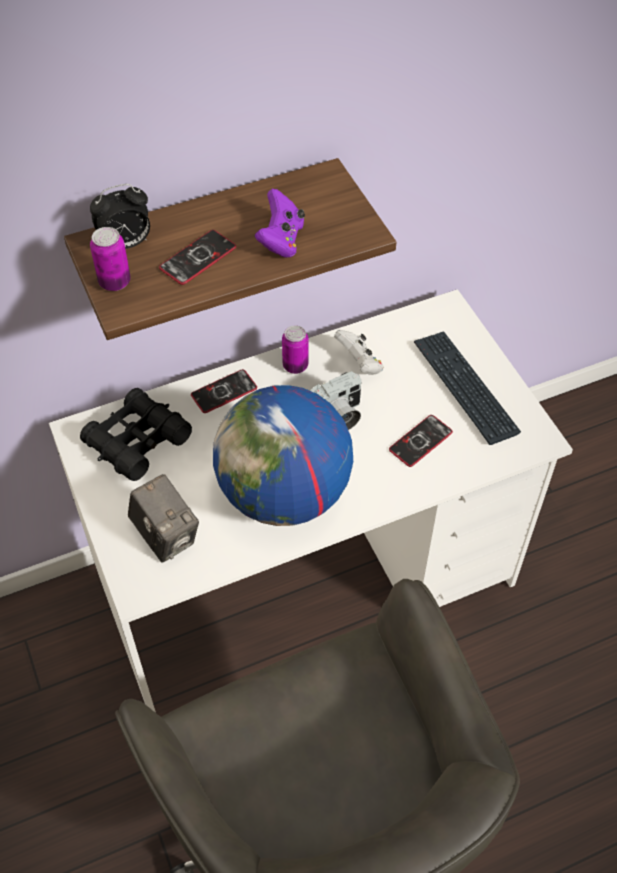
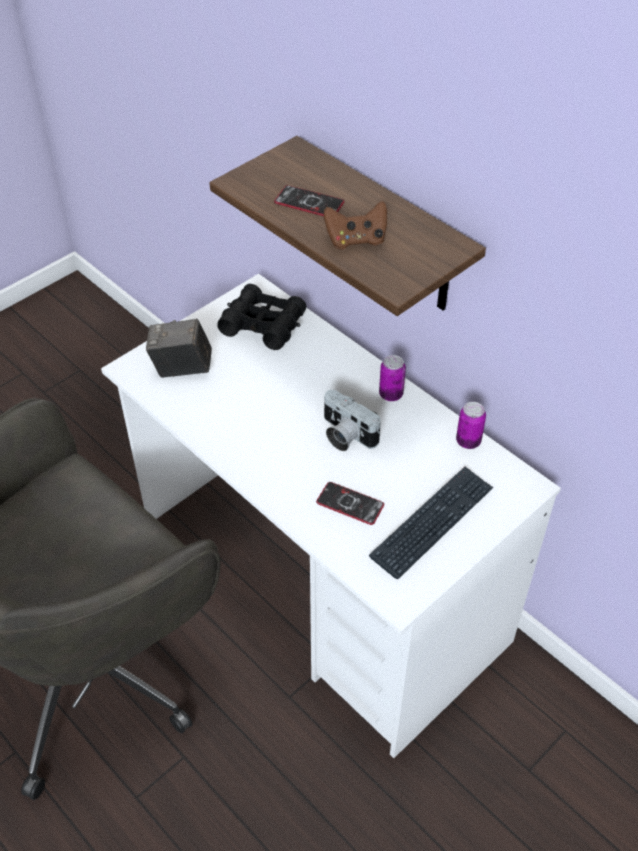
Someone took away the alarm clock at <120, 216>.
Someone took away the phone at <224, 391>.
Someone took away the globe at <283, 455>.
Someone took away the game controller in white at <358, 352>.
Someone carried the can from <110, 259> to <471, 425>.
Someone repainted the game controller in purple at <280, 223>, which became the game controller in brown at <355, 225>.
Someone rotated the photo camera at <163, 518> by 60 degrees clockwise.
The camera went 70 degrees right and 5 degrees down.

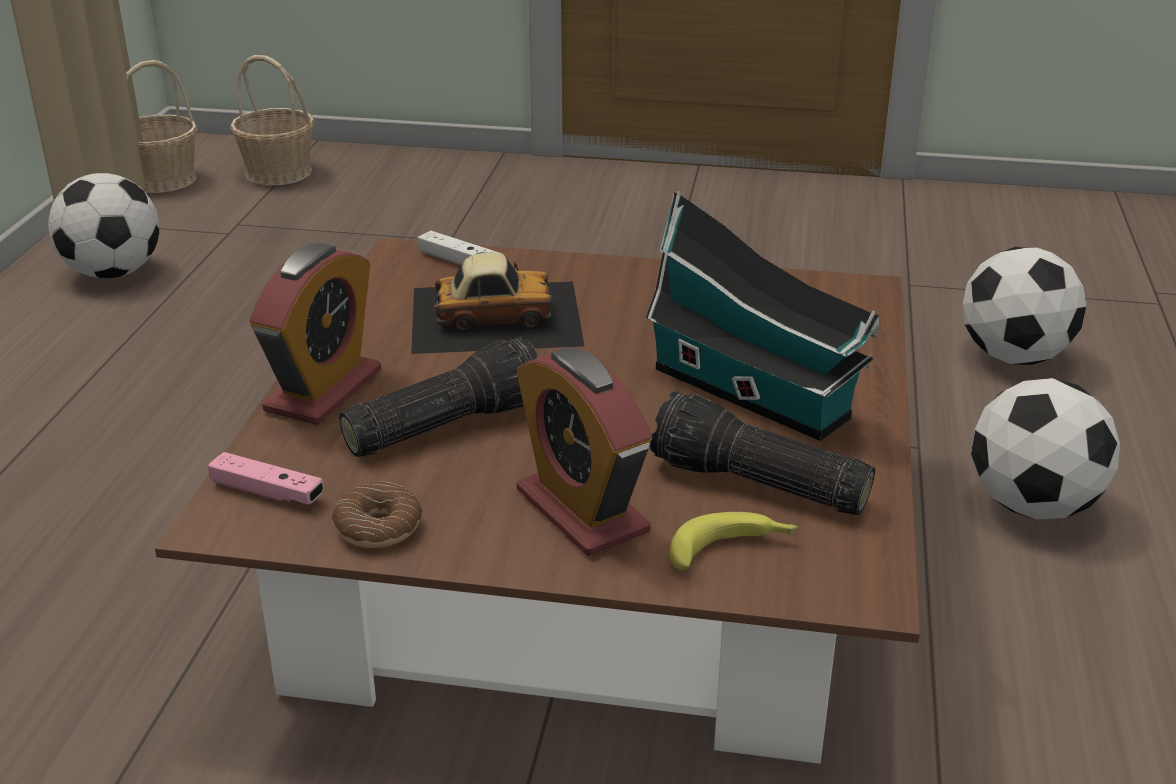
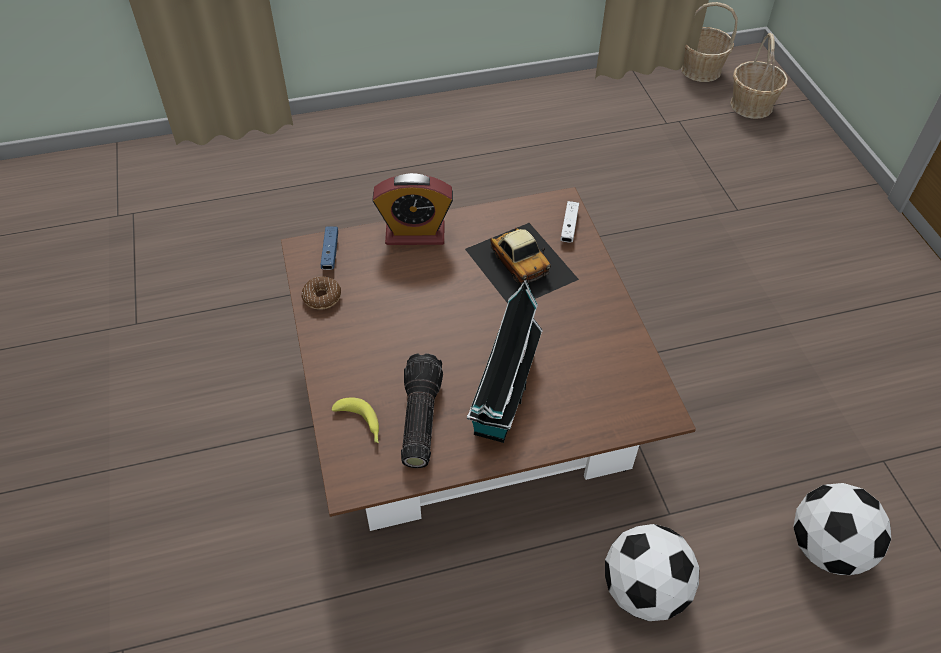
Someone took away the football at <104, 226>.
Someone took away the flashlight at <438, 396>.
Someone took away the alarm clock at <584, 451>.
Someone repainted the game controller in pink at <266, 478>, which became the game controller in blue at <329, 248>.
The camera went 65 degrees right and 20 degrees up.

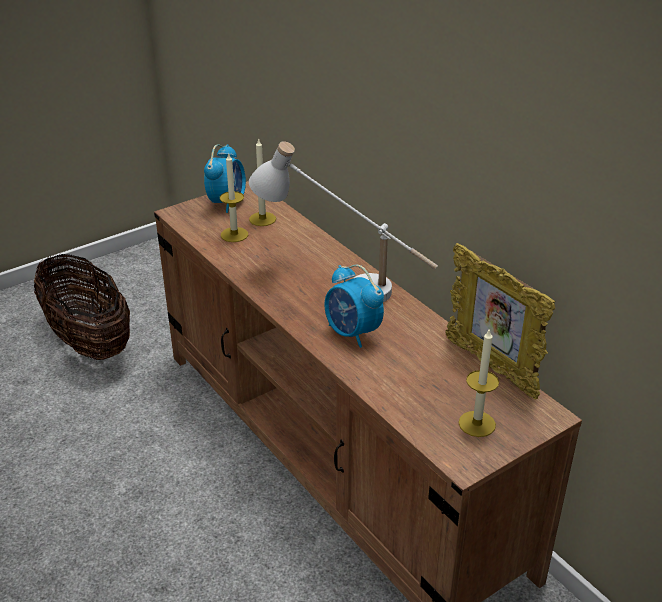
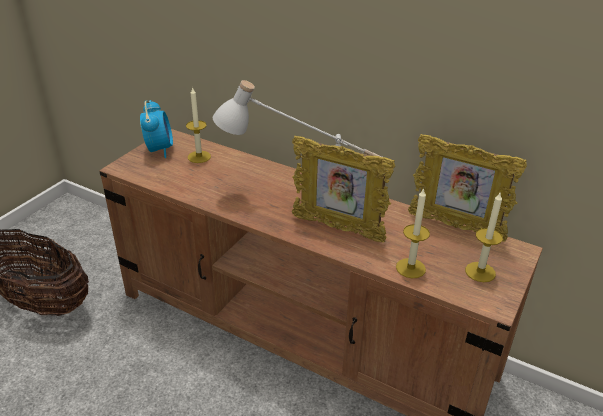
Someone carried the candle from <234, 197> to <413, 233>.
Someone swapped the alarm clock at <354, 306> for the picture frame at <343, 189>.
The camera went 25 degrees left and 0 degrees up.

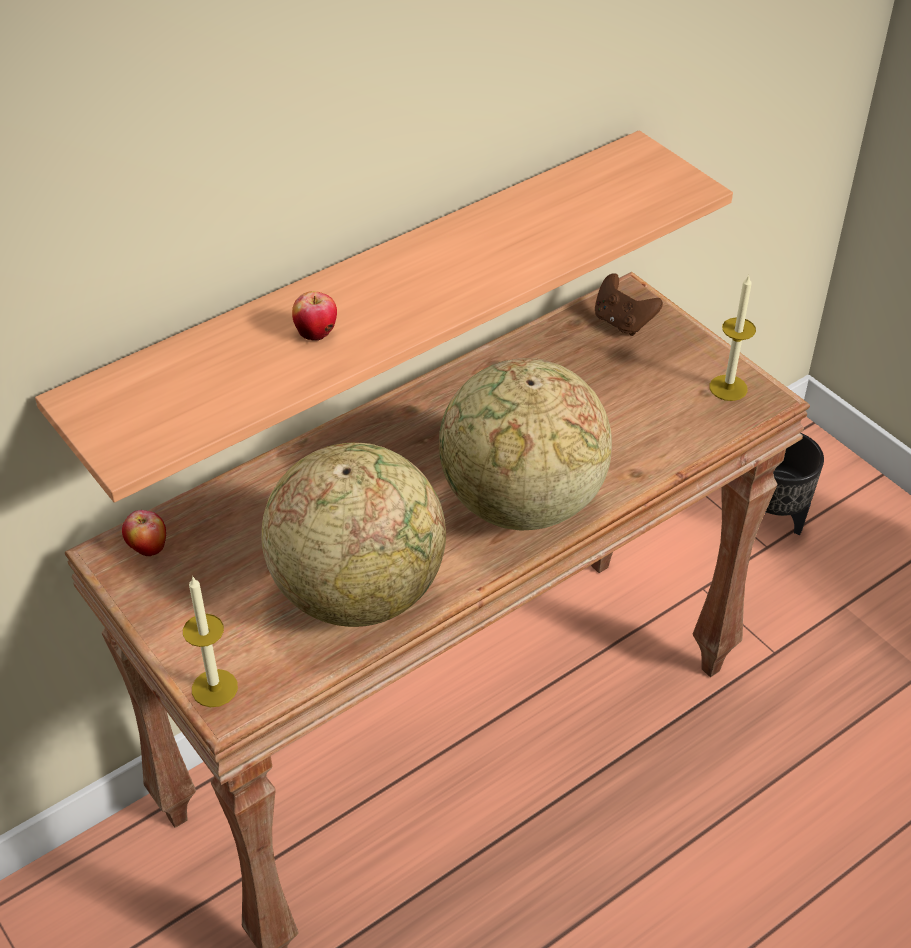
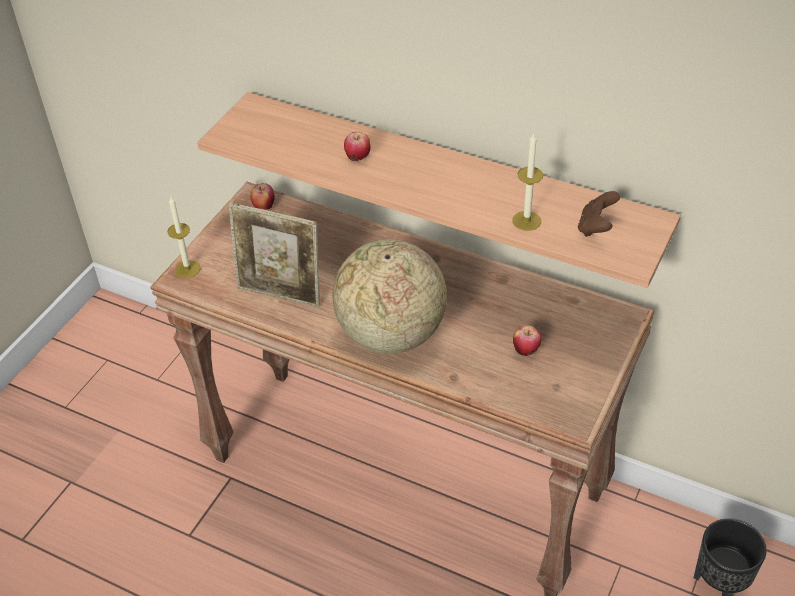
Someone put down the apple at <527, 340>.
Someone carried the game controller in brown from <629, 304> to <599, 214>.
Someone carried the candle from <733, 337> to <527, 182>.
Someone swapped the globe at <354, 534> for the picture frame at <274, 254>.
The camera went 65 degrees right and 0 degrees up.

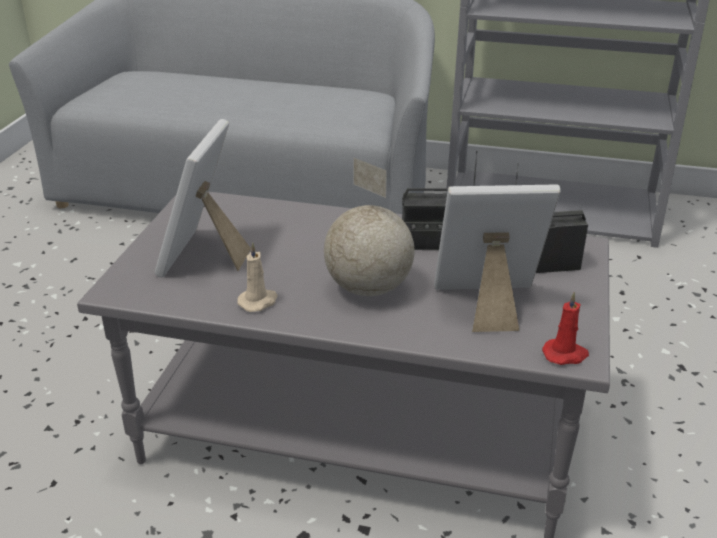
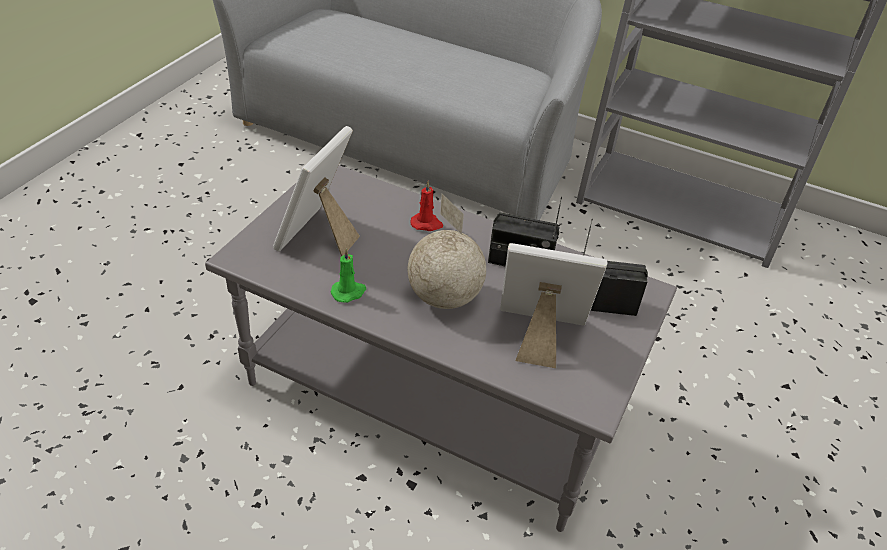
Someone carried the candle in red from <565, 328> to <427, 206>.
Someone repainted the candle in beige at <257, 277>, which became the candle in green at <348, 275>.
The camera went 10 degrees right and 10 degrees up.

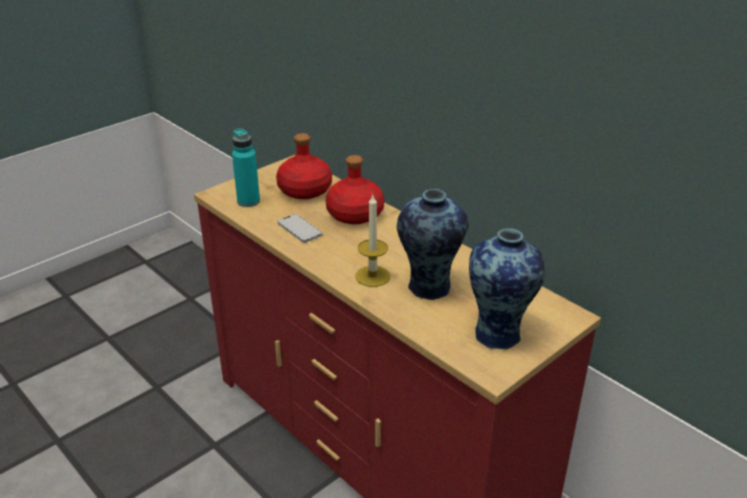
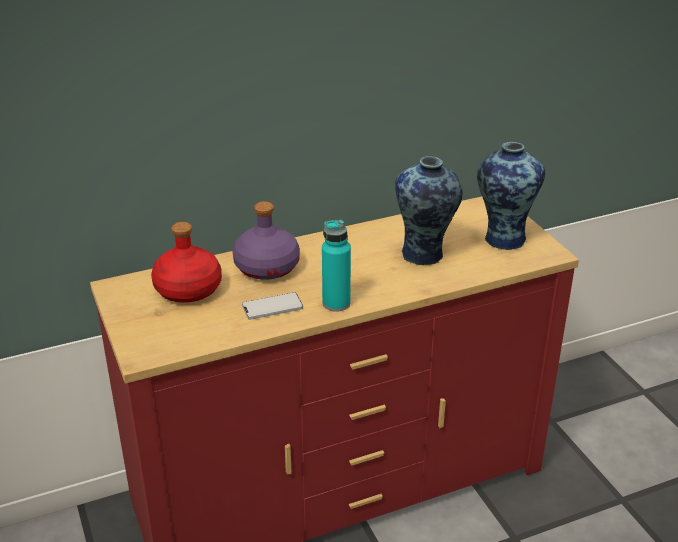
Someone took away the candle at <372, 241>.
Someone carried the bottle in turquoise from <246, 168> to <336, 266>.
Someone repainted the bottle in red at <354, 189>, which became the bottle in purple at <266, 240>.
The camera went 70 degrees left and 0 degrees up.

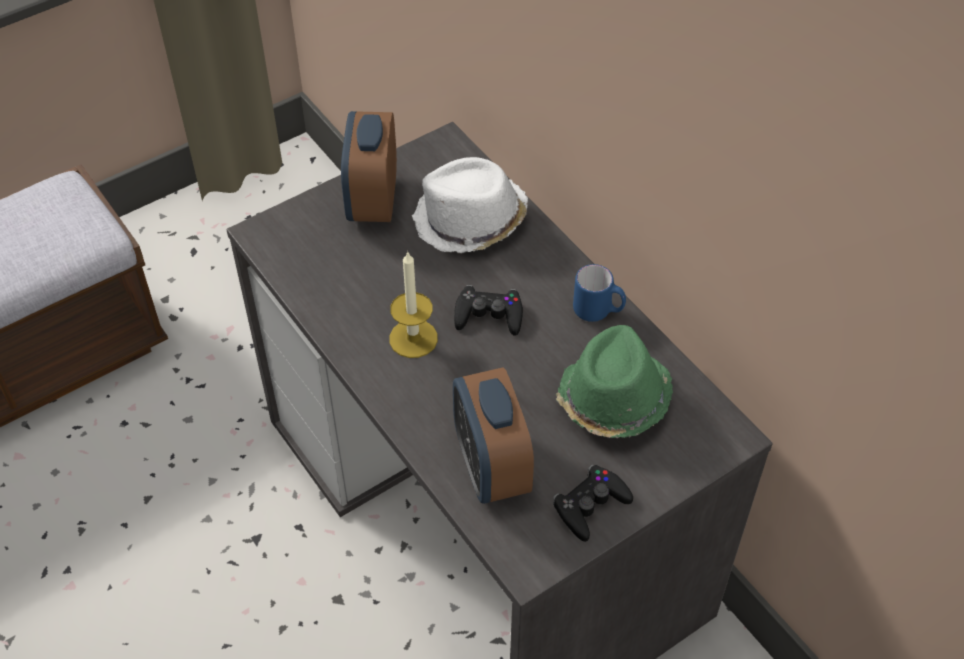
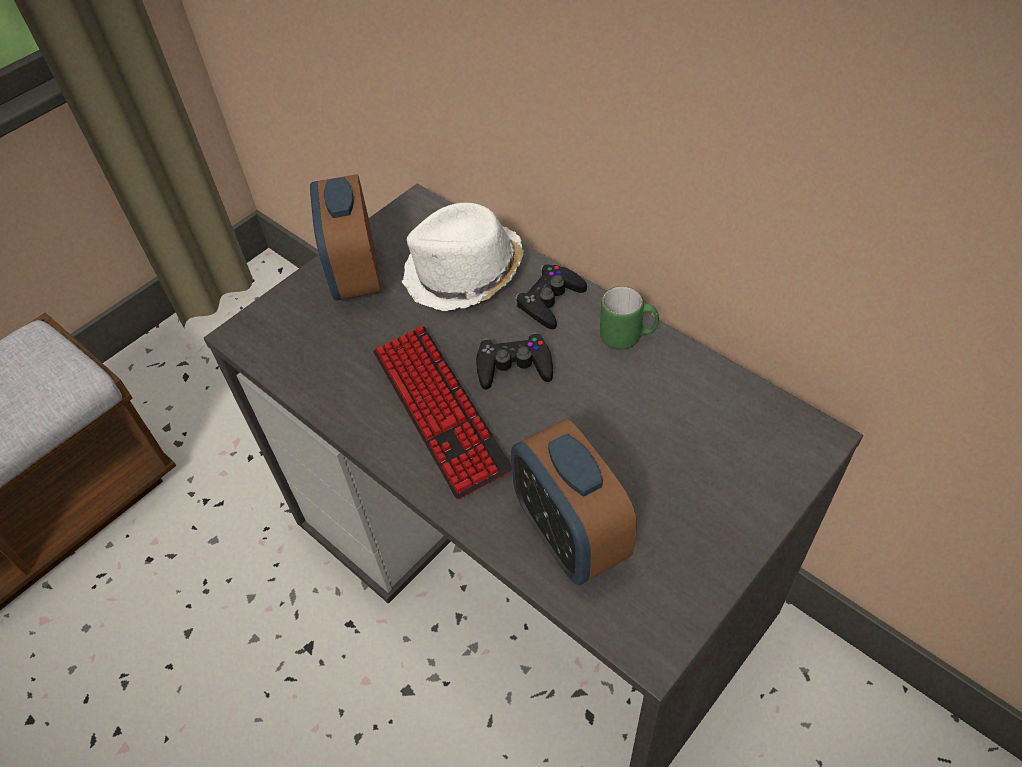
Someone took away the hat in green at <614, 381>.
Someone carried the game controller in black from <593, 503> to <551, 297>.
Someone swapped the candle at <413, 304> for the keyboard at <442, 412>.
Someone repainted the mug in blue at <599, 293>, which became the mug in green at <629, 317>.
The camera went 10 degrees left and 0 degrees up.

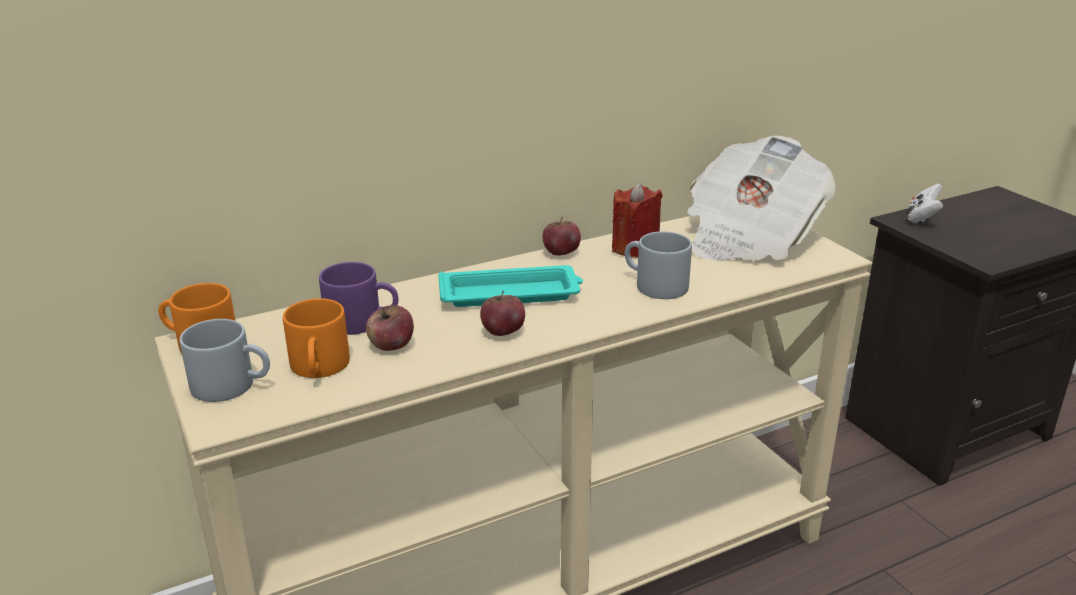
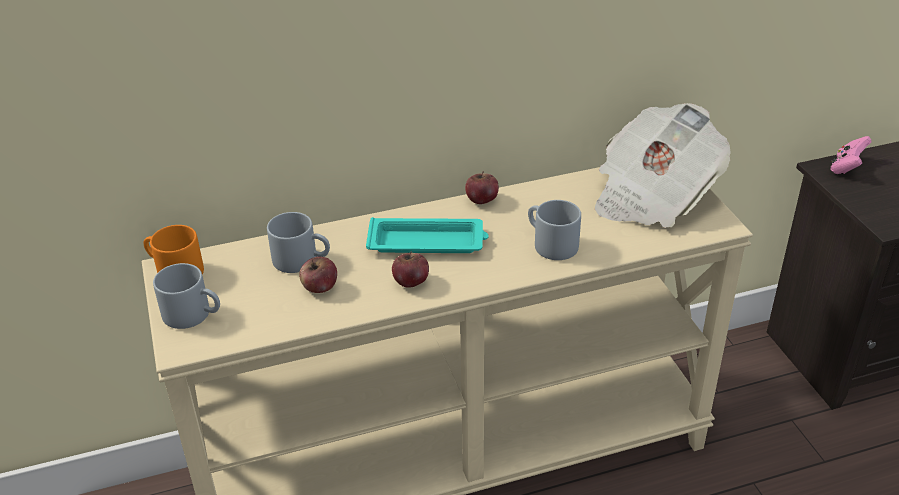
Someone took away the mug in orange at <316, 338>.
Someone took away the candle in red at <637, 220>.
Someone repainted the mug in purple at <358, 298>, which became the mug in grey at <298, 242>.
Someone repainted the game controller in white at <925, 203>, which became the game controller in pink at <850, 155>.
The camera went 10 degrees right and 10 degrees up.

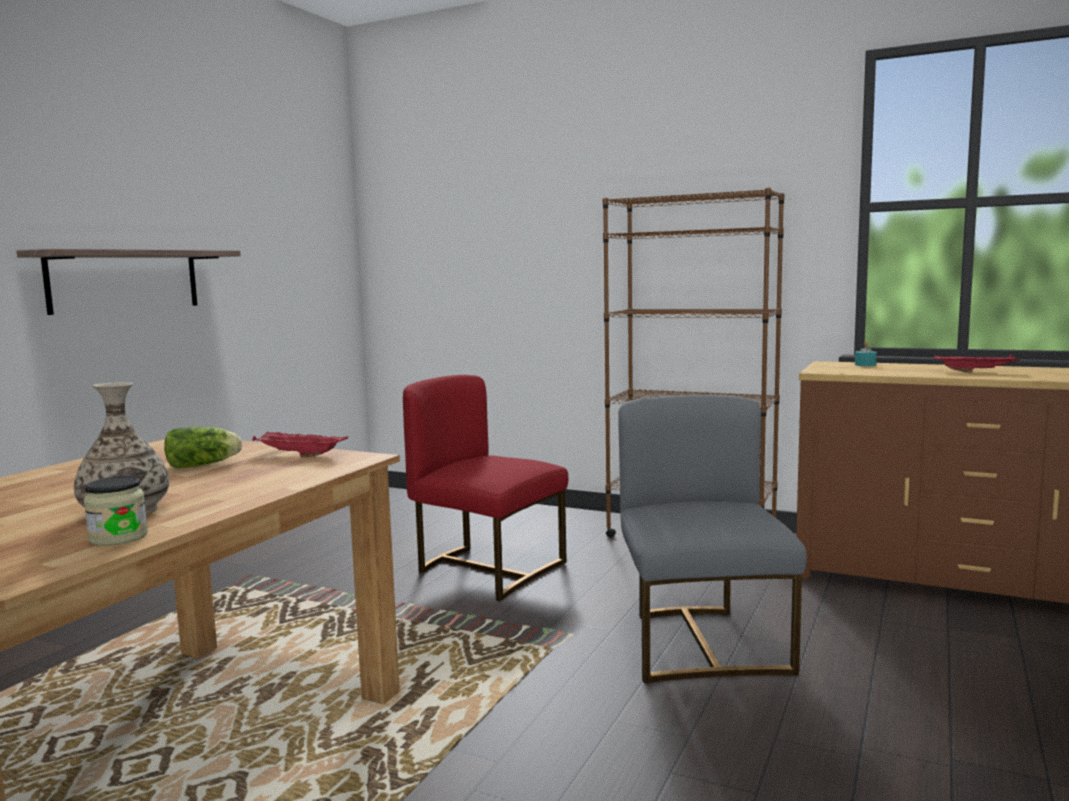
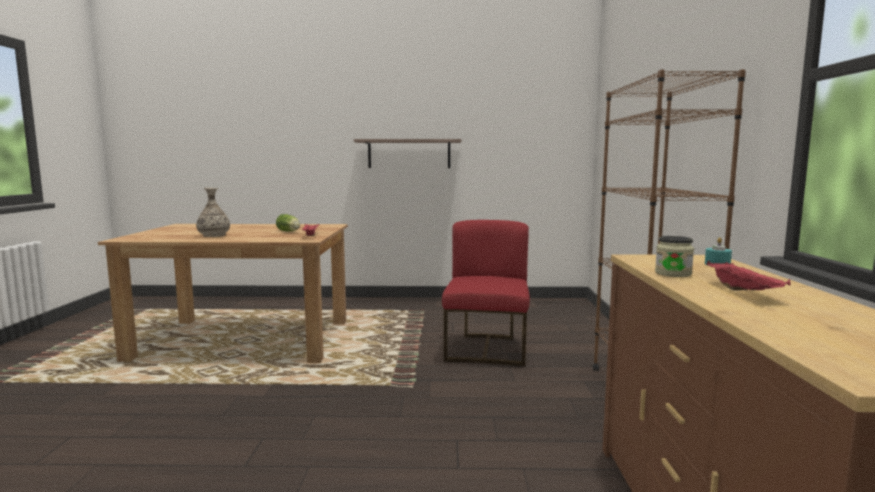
Someone took away the chair in grey at <712, 539>.
Someone carried the jar from <116, 511> to <674, 256>.
The camera went 65 degrees right and 0 degrees up.

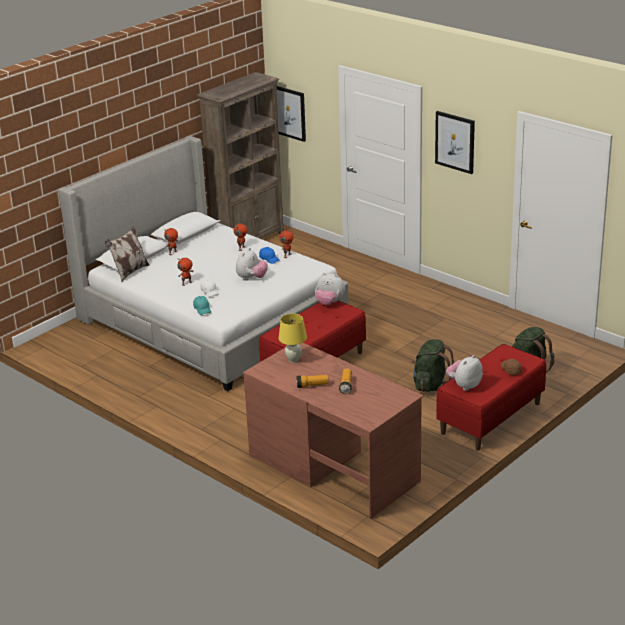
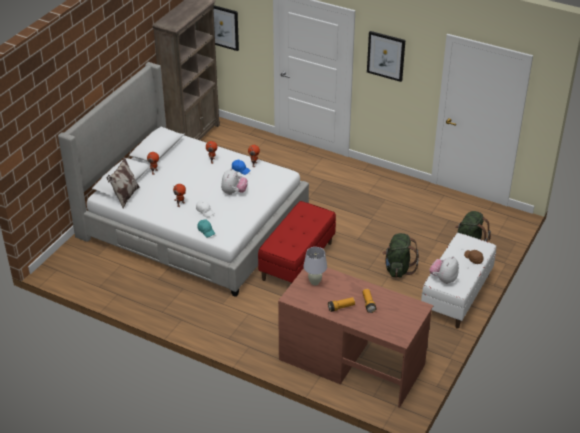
Someone took away the plush toy at <330, 289>.
Someone repainted the table lamp in yellow at <293, 338>, which became the table lamp in white at <315, 266>.
Someone repainted the bench in red at <491, 397>, which became the bench in white at <458, 281>.
The camera went 15 degrees left and 10 degrees up.

